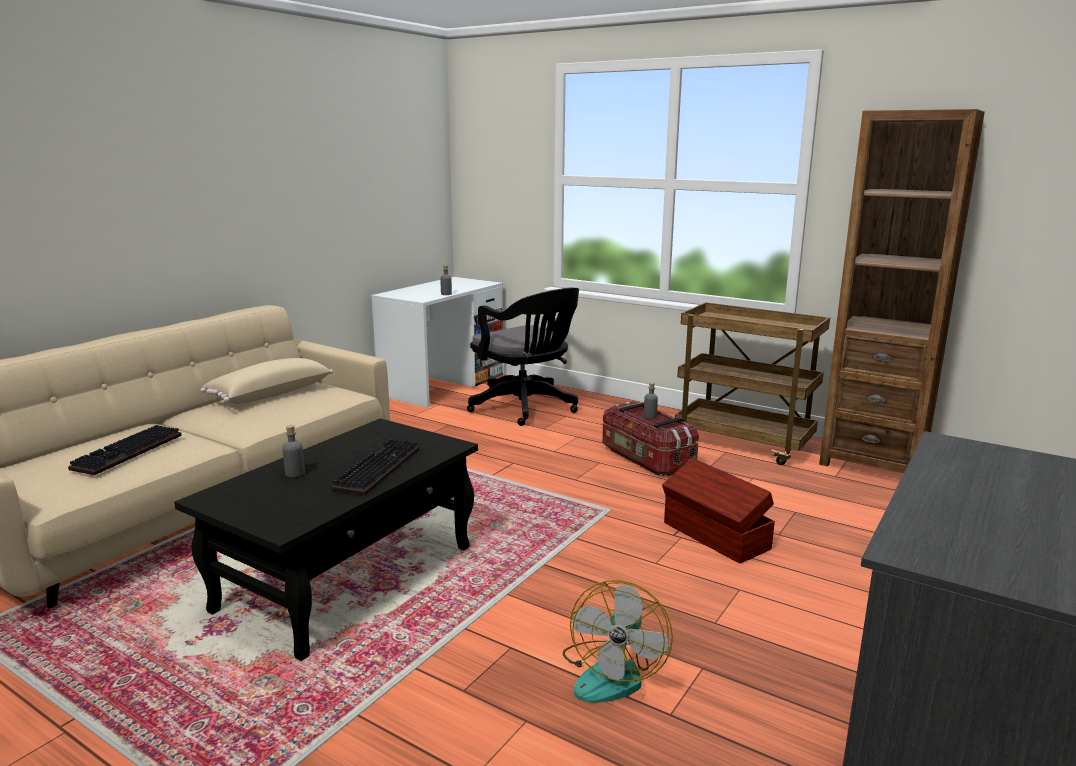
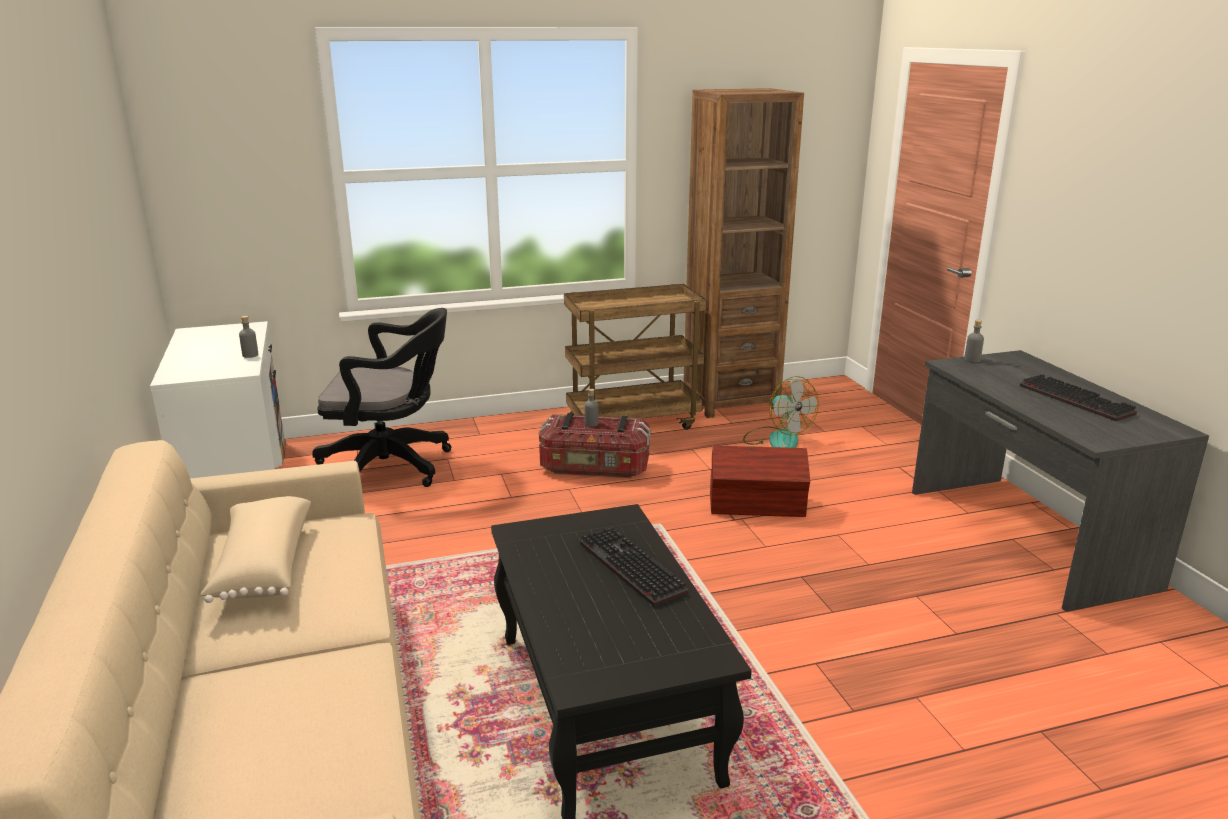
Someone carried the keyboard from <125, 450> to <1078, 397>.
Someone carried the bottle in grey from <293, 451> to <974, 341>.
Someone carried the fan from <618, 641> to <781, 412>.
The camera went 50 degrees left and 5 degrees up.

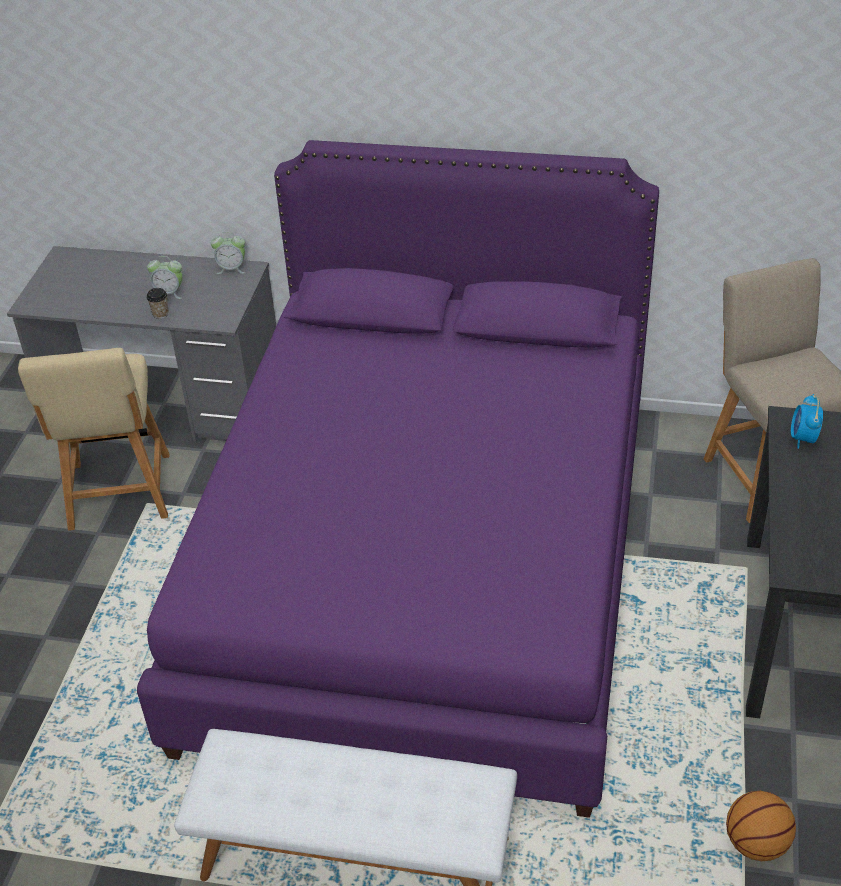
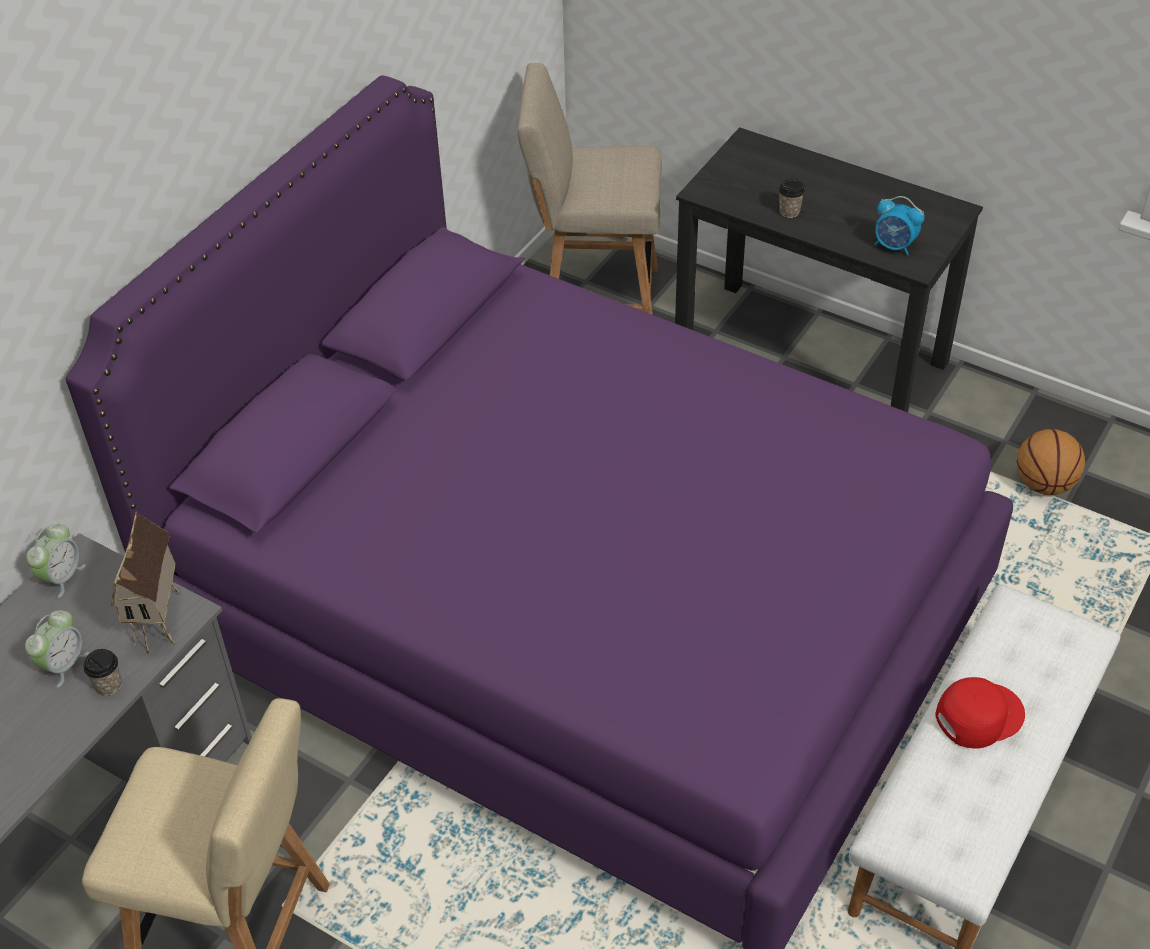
Someone put down the toy house at <145, 583>.
Someone put down the cup at <791, 198>.
Someone put down the cap in red at <980, 712>.
Someone carried the alarm clock from <807, 421> to <899, 226>.
The camera went 70 degrees left and 5 degrees up.

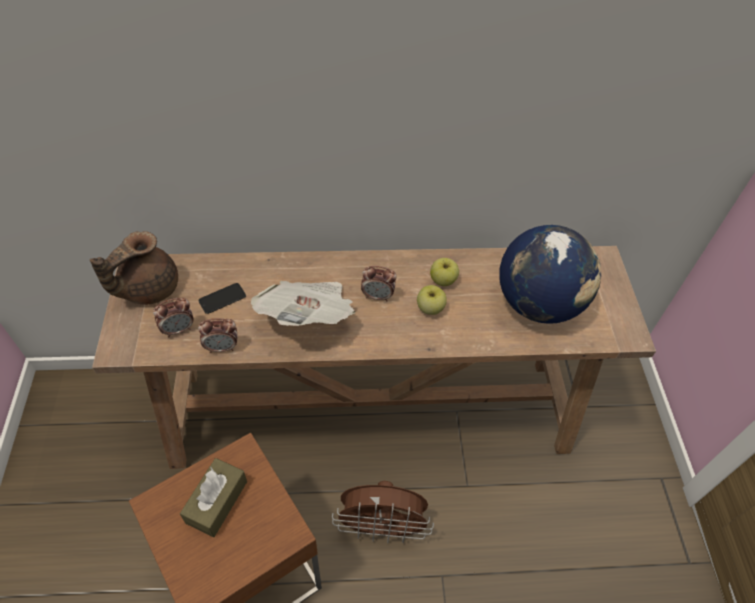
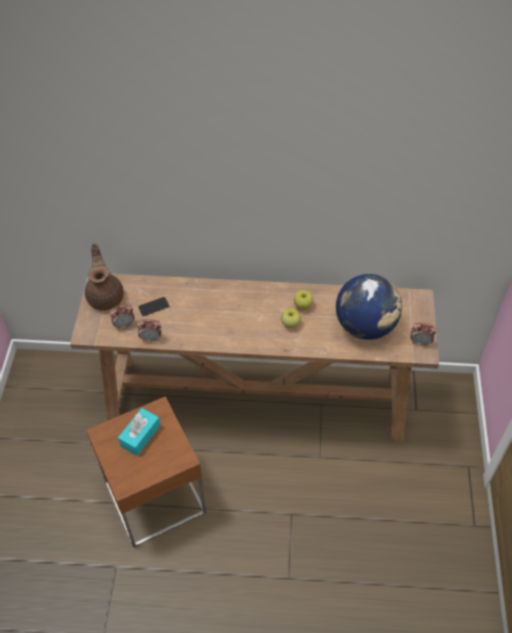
Someone took away the newspaper at <303, 303>.
Someone took away the fan in brown at <383, 512>.
Someone carried the alarm clock from <379, 283> to <424, 334>.
Someone repainted the tissue box in brown at <213, 497>, which became the tissue box in turquoise at <139, 432>.
Someone rotated the teapot in brown at <134, 268> by 120 degrees clockwise.
The camera went 10 degrees right and 0 degrees up.

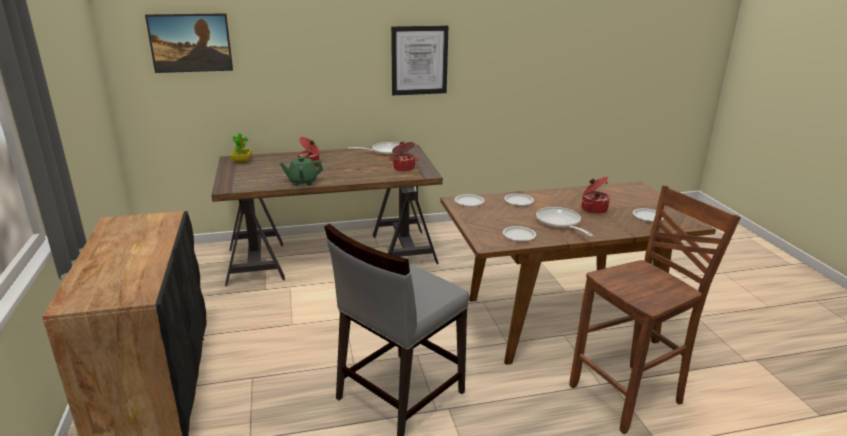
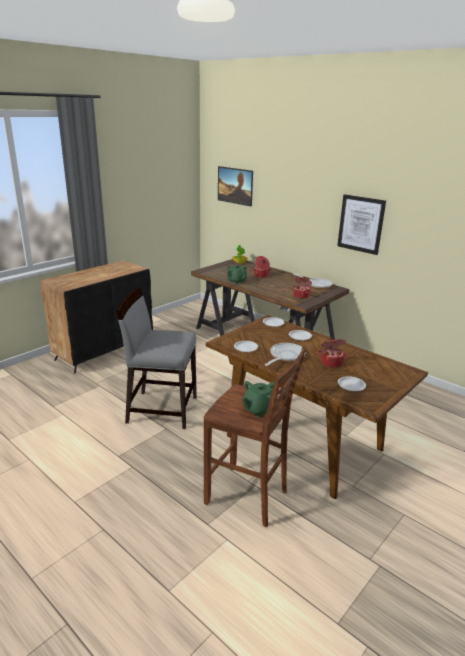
Someone put down the teapot in green at <258, 399>.
The camera went 55 degrees right and 0 degrees up.

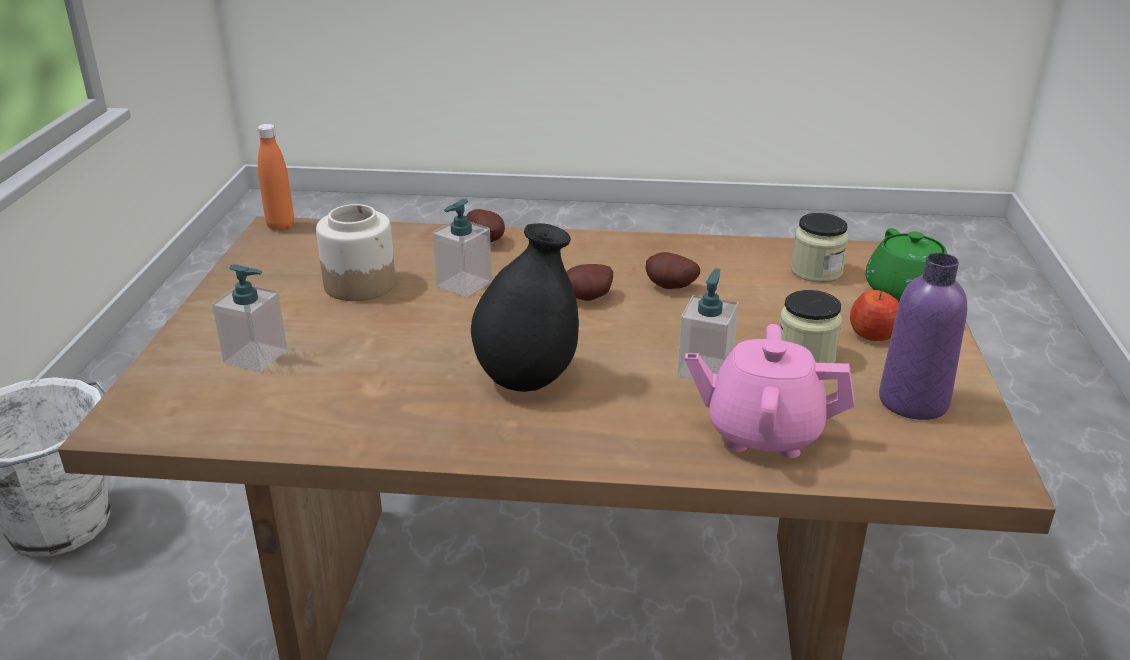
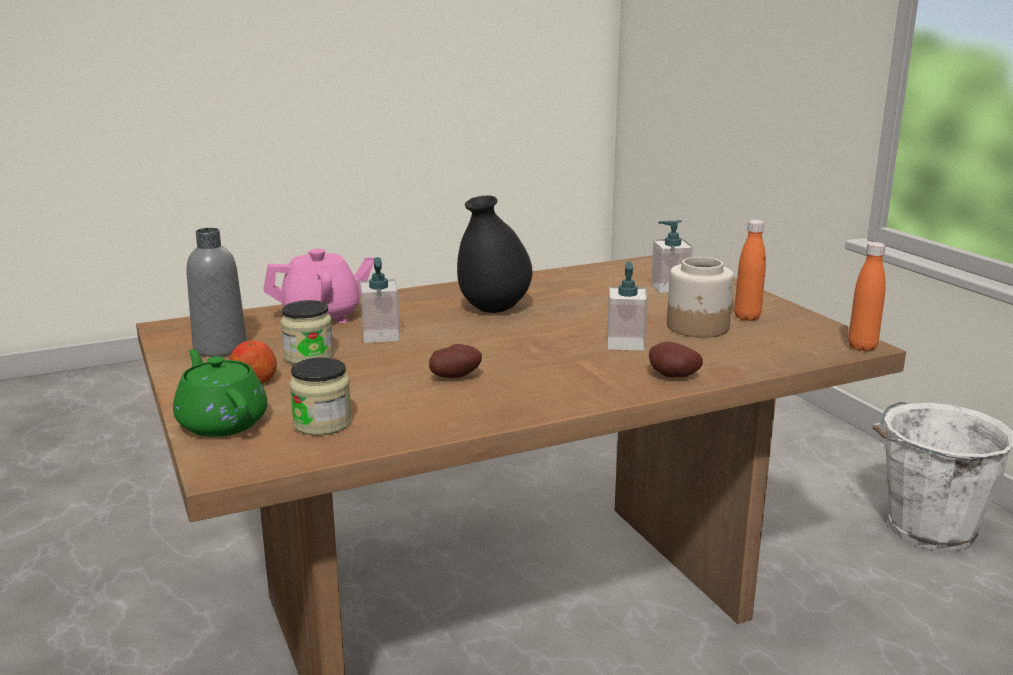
Someone took away the potato at <589, 282>.
Someone put down the bottle in orange at <750, 270>.
Someone repainted the bottle in purple at <923, 336>, which became the bottle in grey at <216, 292>.
The camera went 150 degrees right and 10 degrees down.

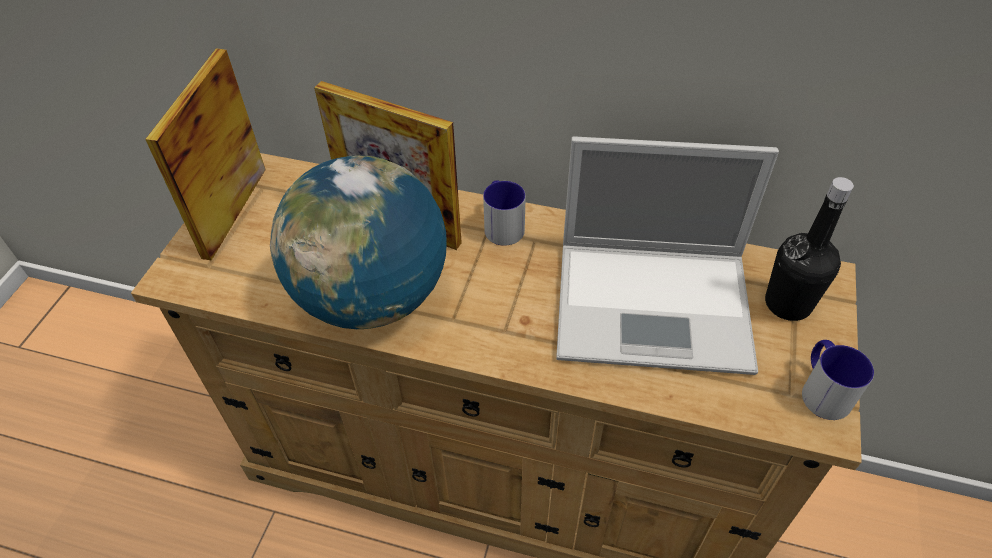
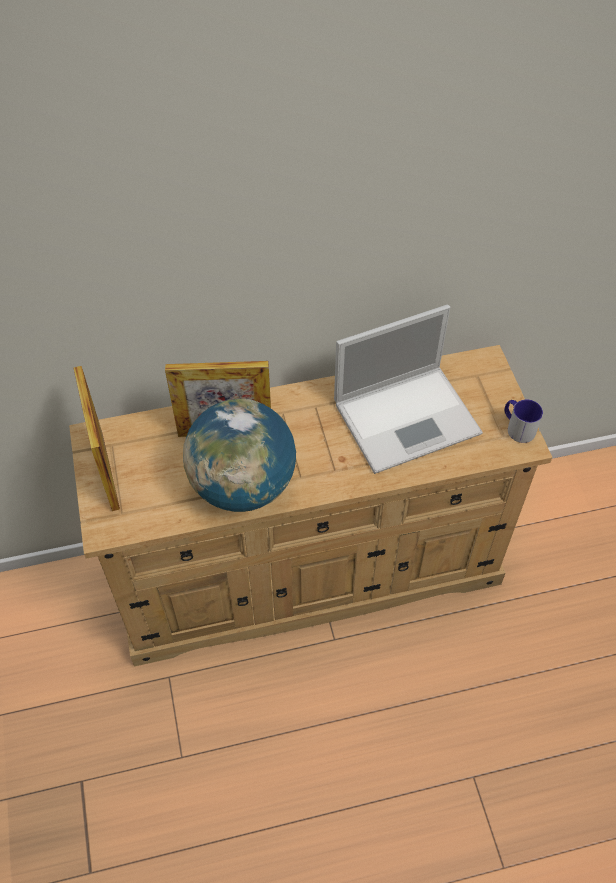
Someone took away the mug at <504, 213>.
Someone took away the bottle in black at <809, 249>.
The camera went 30 degrees left and 5 degrees up.

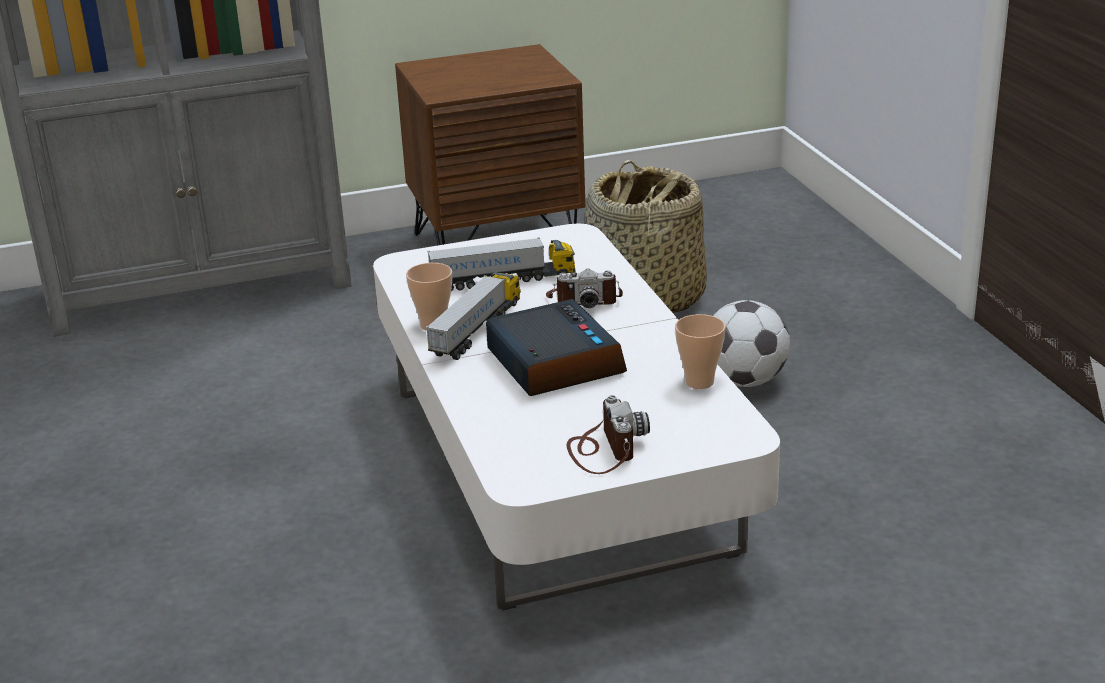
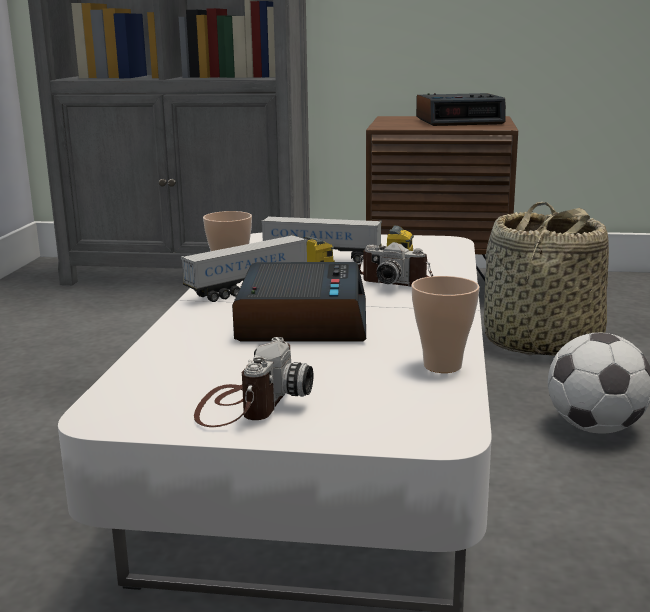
Someone put down the alarm clock at <461, 109>.
The camera went 25 degrees right and 10 degrees down.

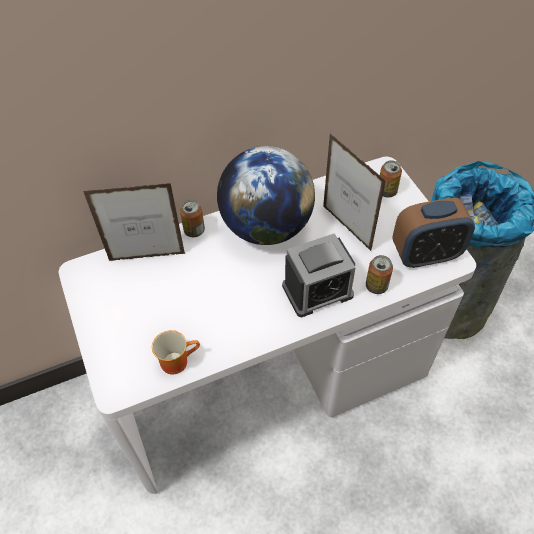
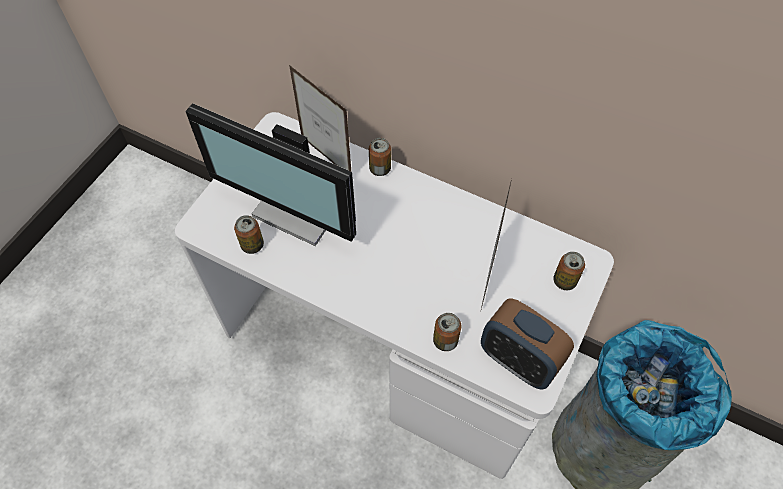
Someone took away the globe at <266, 195>.
Someone took away the alarm clock at <319, 275>.
Someone put down the monitor at <270, 174>.
Someone swapped the mug at <176, 352> for the can at <249, 234>.
The camera went 50 degrees right and 5 degrees up.

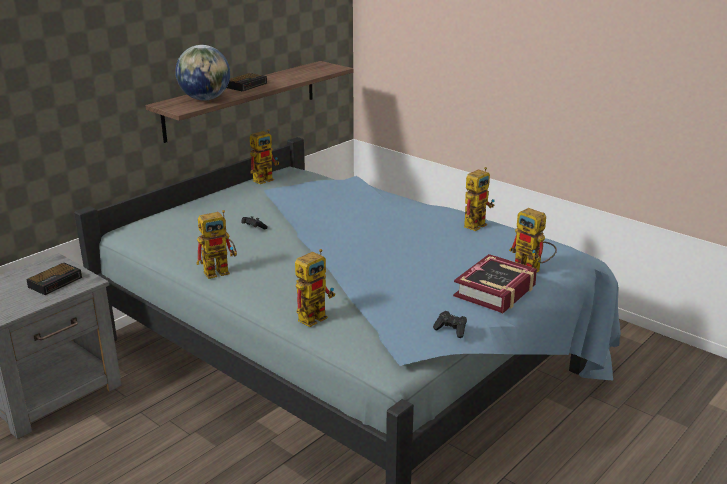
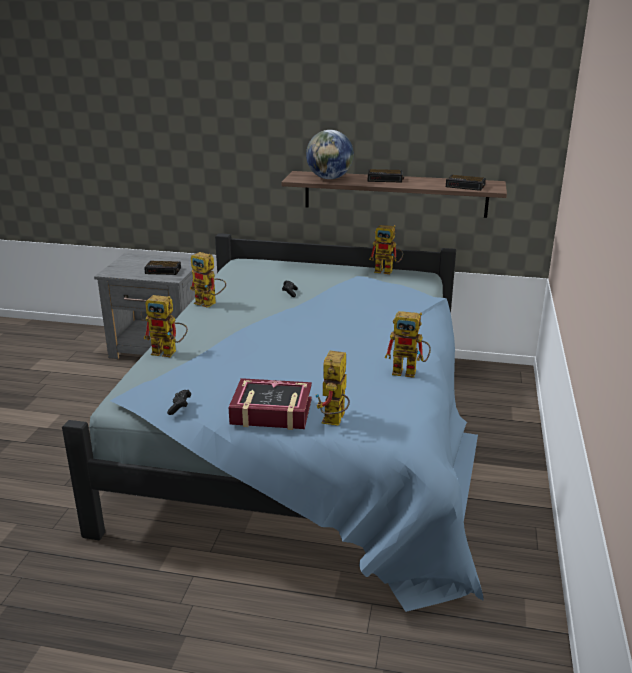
Someone put down the alarm clock at <466, 183>.
The camera went 60 degrees right and 0 degrees up.

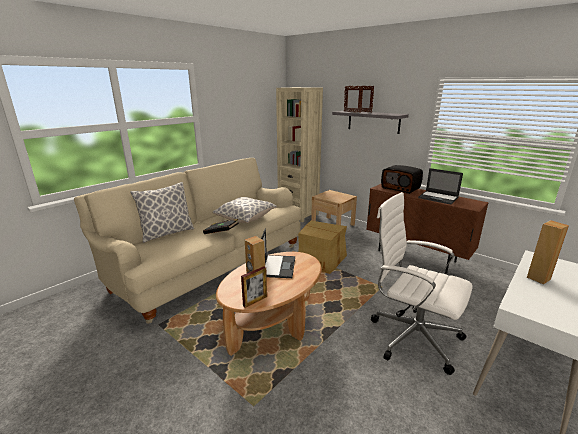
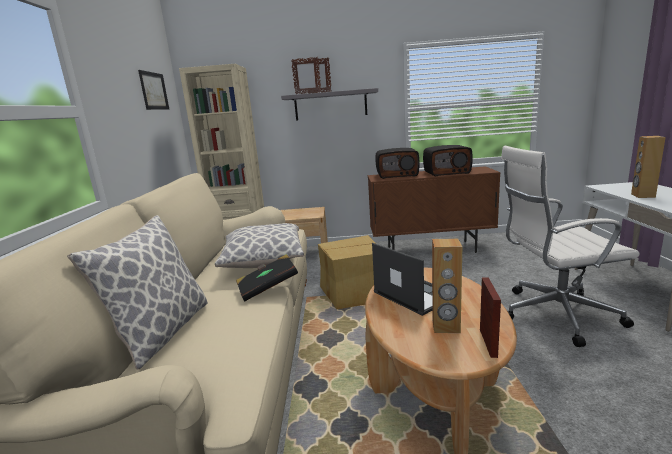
Someone put up the picture at <153, 90>.
Someone swapped the laptop at <440, 186> for the radio at <448, 160>.
The camera went 40 degrees left and 5 degrees down.

